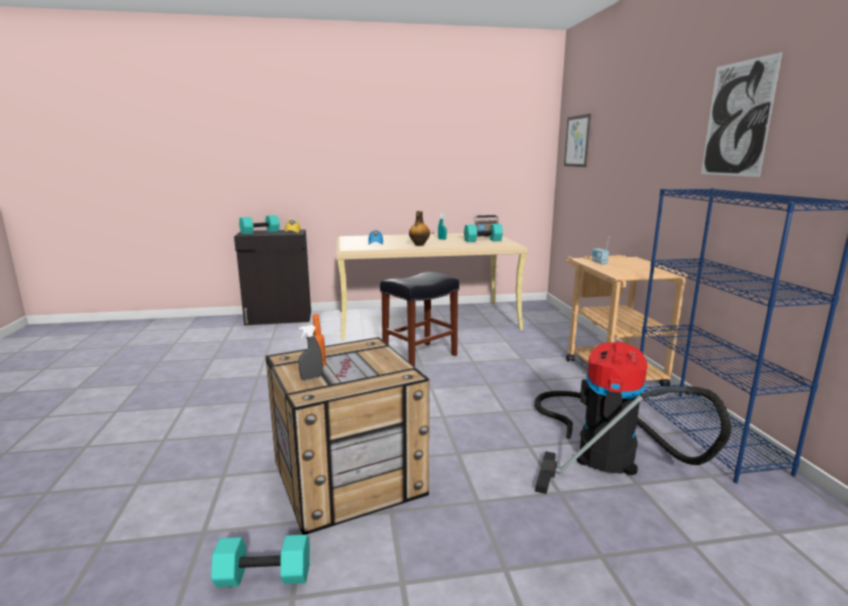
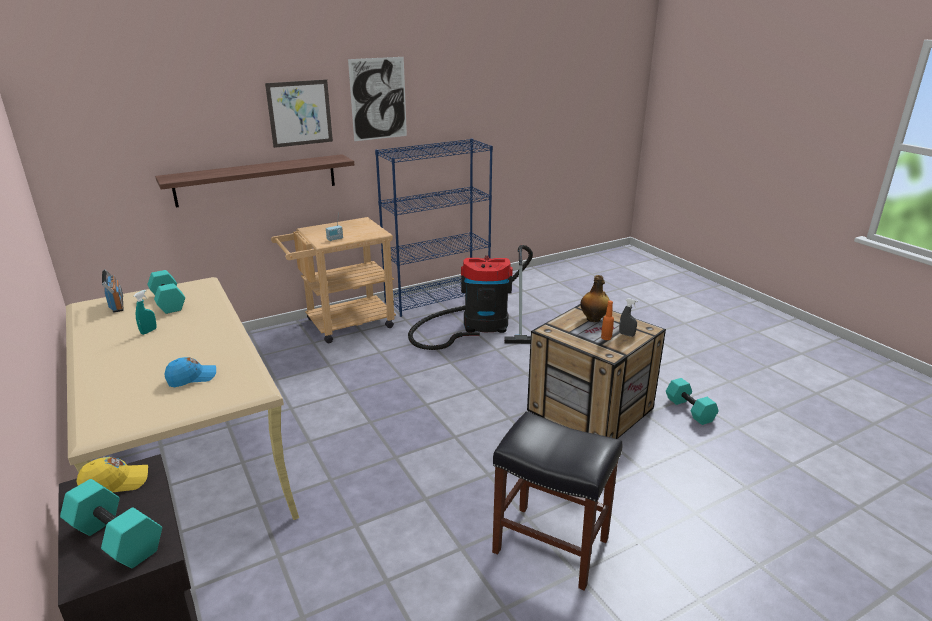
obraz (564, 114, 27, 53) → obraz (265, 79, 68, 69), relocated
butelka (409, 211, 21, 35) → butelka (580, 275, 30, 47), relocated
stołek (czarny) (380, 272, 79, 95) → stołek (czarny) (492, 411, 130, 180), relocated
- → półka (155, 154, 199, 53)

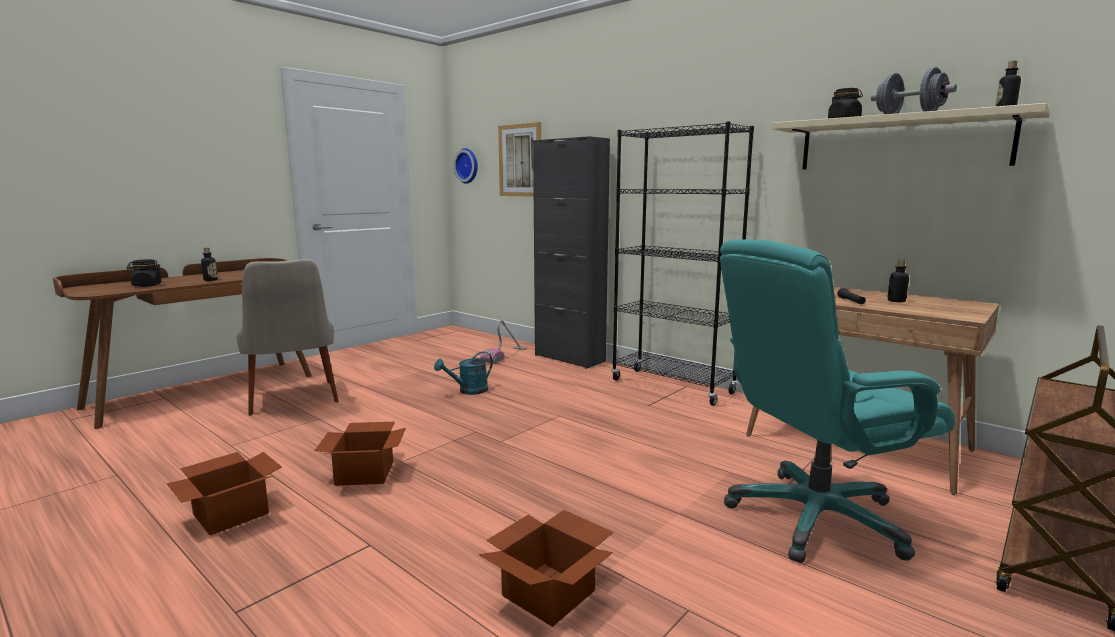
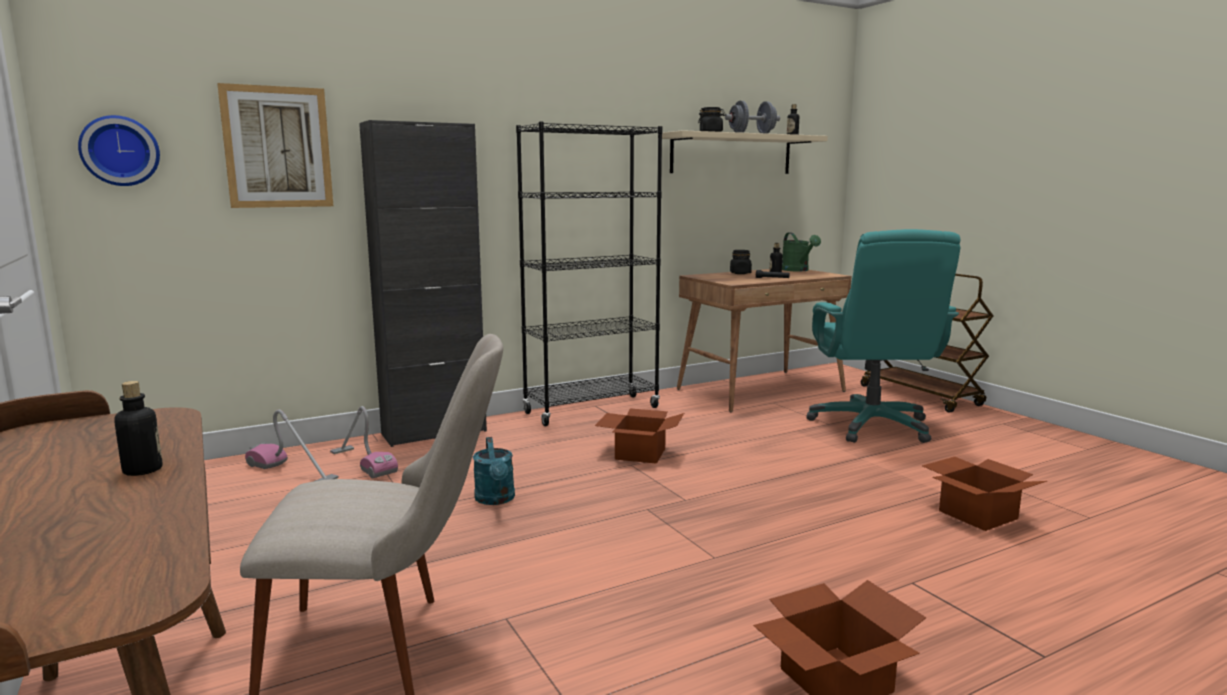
słoik (czarny) (127, 259, 36, 28) → słoik (czarny) (730, 250, 22, 24), relocated
karton (314, 422, 92, 64) → karton (595, 408, 89, 56), relocated
- → konewka (zielony) (782, 232, 39, 39)
- → odkurzacz (245, 410, 93, 71)

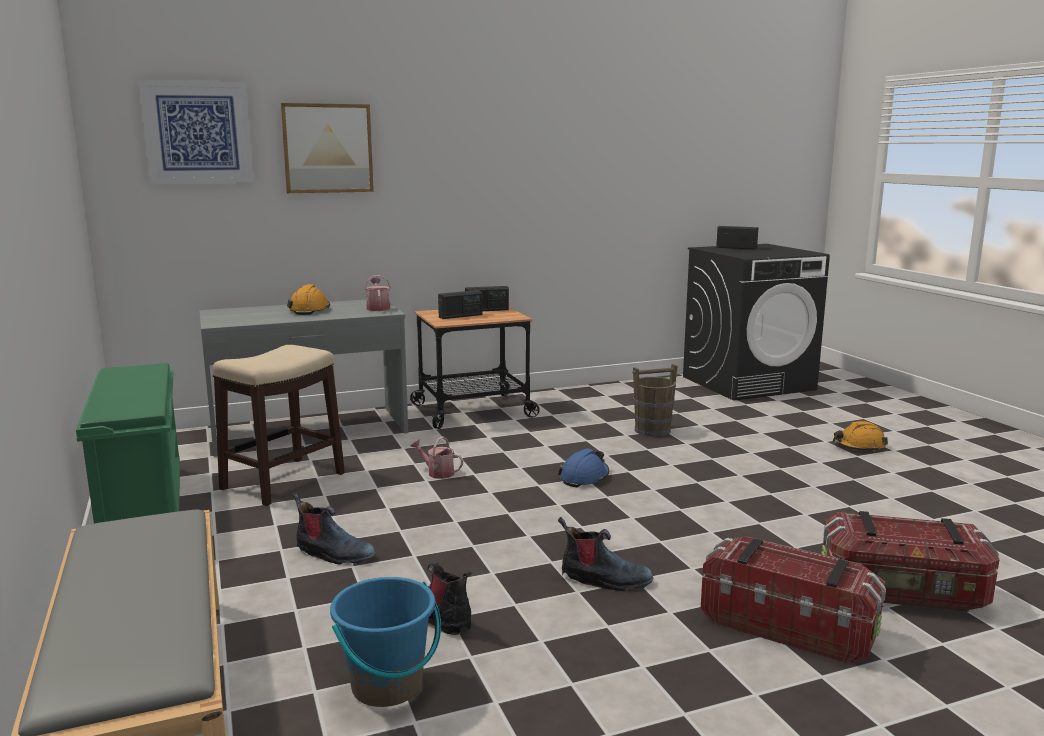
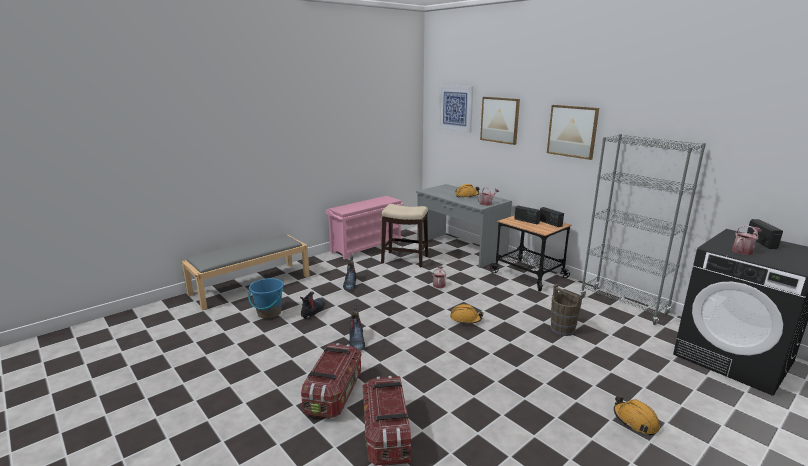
regał na buty (zielony) (76, 363, 105, 161) → regał na buty (różowy) (326, 196, 78, 64)
kask (niebieski) (558, 448, 51, 39) → kask (pomarańczowy) (450, 304, 33, 20)
- → obraz (547, 105, 52, 55)
- → regał (szary) (580, 134, 126, 191)
- → konewka (732, 225, 30, 30)

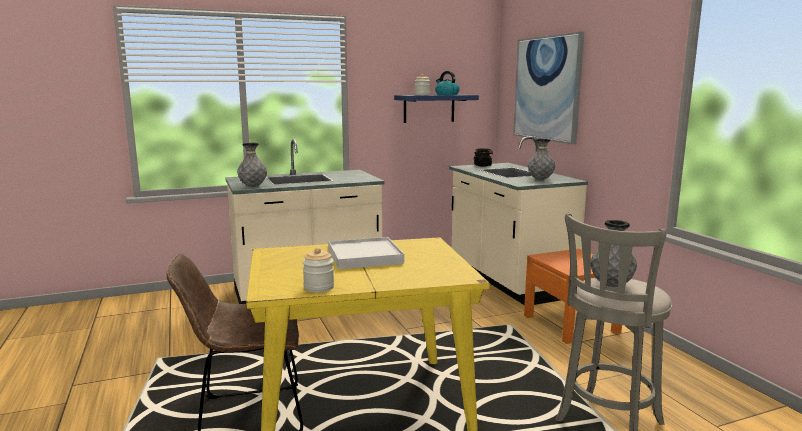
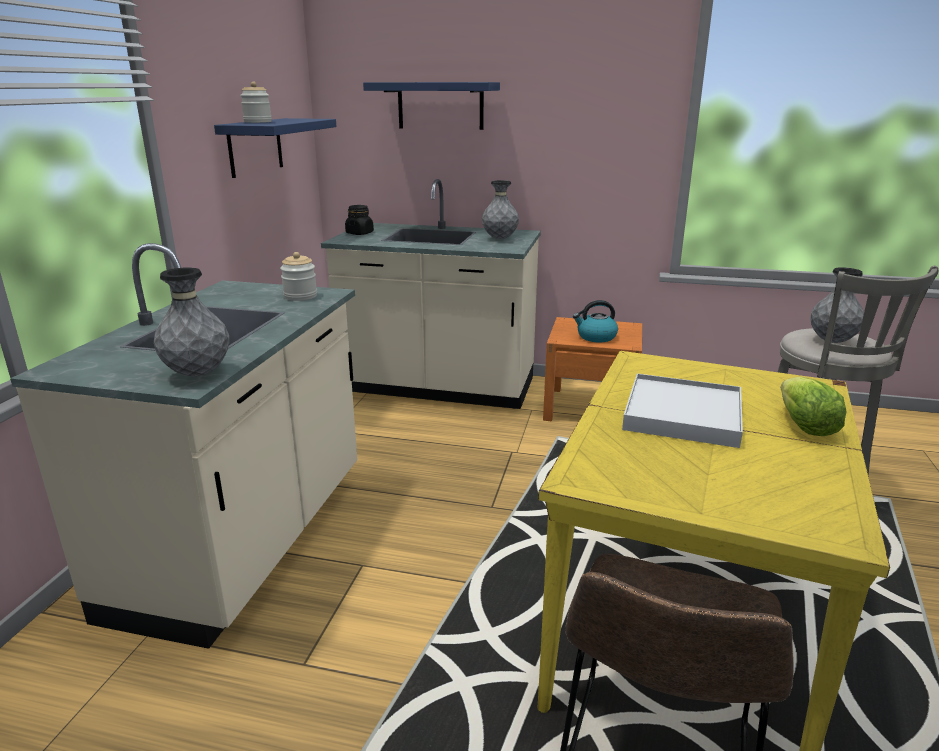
obraz (513, 31, 71, 113) → półka (niebieski) (363, 82, 137, 48)
czajnik (435, 71, 25, 24) → czajnik (573, 300, 45, 42), relocated
słoik (302, 248, 32, 44) → słoik (280, 252, 37, 49), relocated
- → sałata (781, 377, 66, 59)

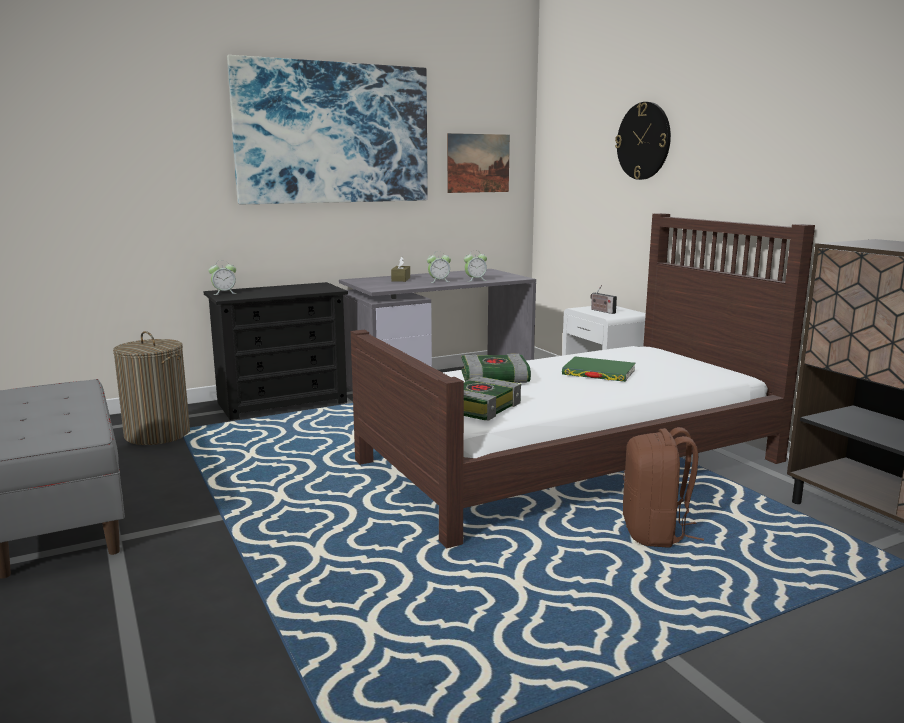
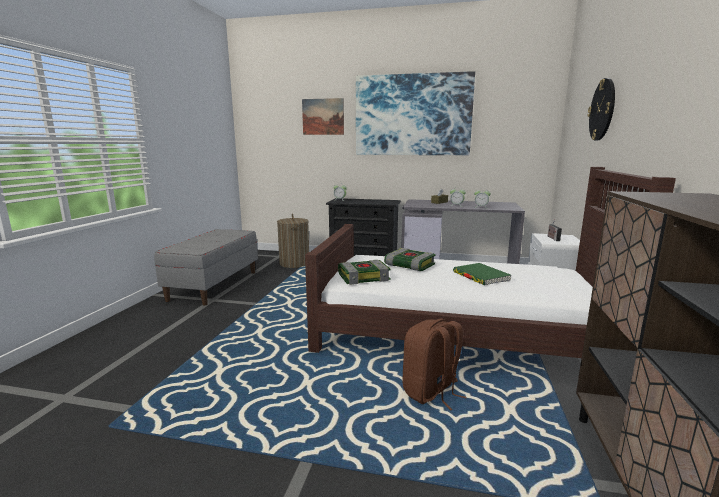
obraz (447, 133, 63, 60) → obraz (302, 98, 42, 37), relocated

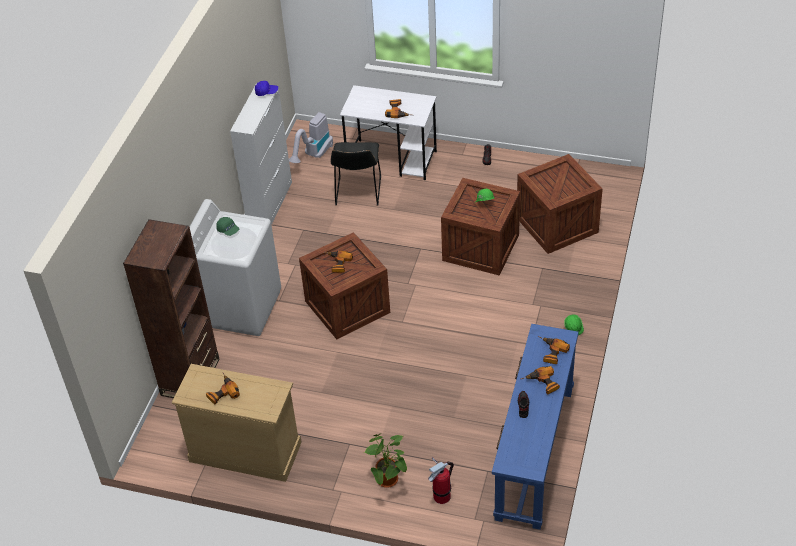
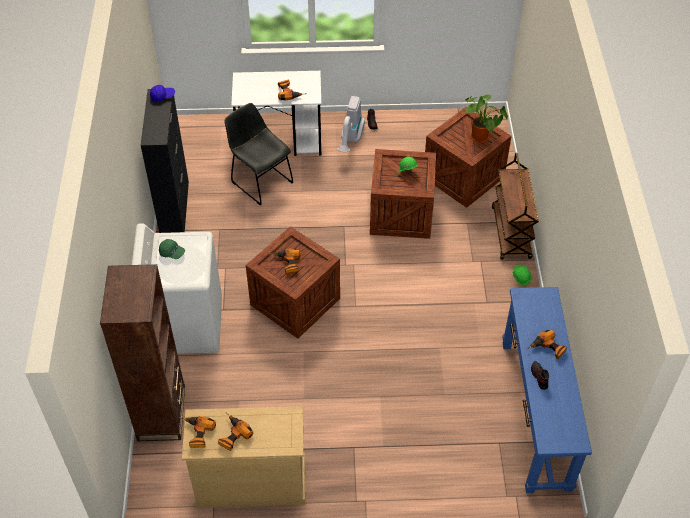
szafka (biały) (230, 85, 62, 140) → szafka (czarny) (141, 89, 48, 144)
odkurzacz (289, 112, 44, 51) → odkurzacz (337, 96, 28, 56), relocated
krzesło (czarny) (331, 142, 50, 63) → krzesło (czarny) (224, 103, 69, 102), 150 degrees clockwise
wiertarka (538, 336, 32, 28) → wiertarka (179, 416, 37, 32), relocated
roślina doniczkowa (364, 433, 43, 55) → roślina doniczkowa (465, 95, 43, 48), relocated
gaśnica (428, 457, 26, 47) → -
- → wózek (brązowy) (492, 153, 47, 107)

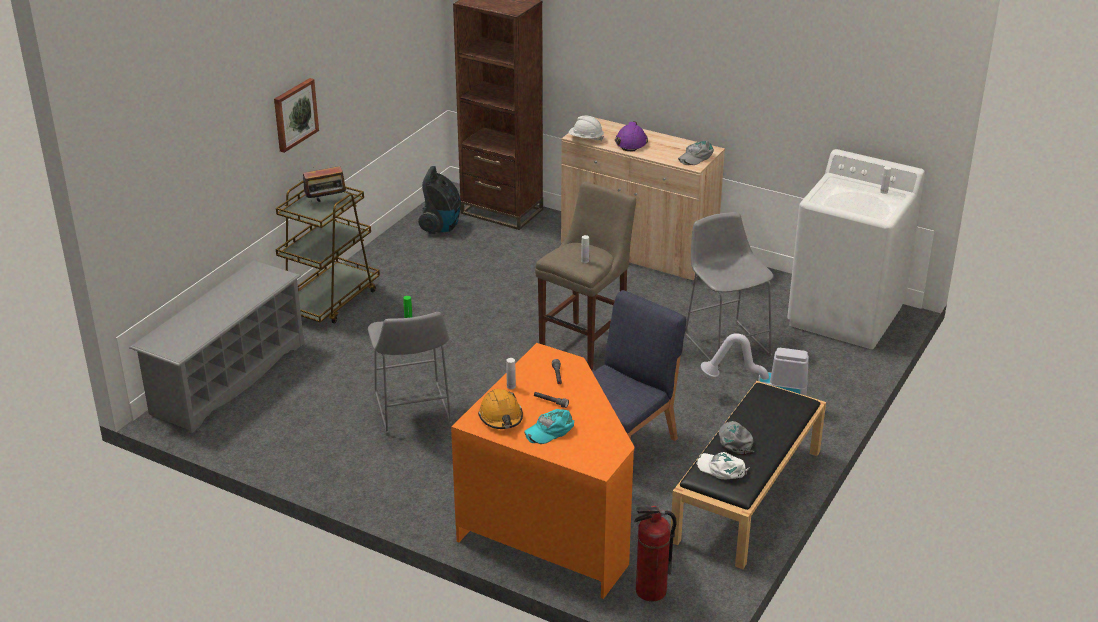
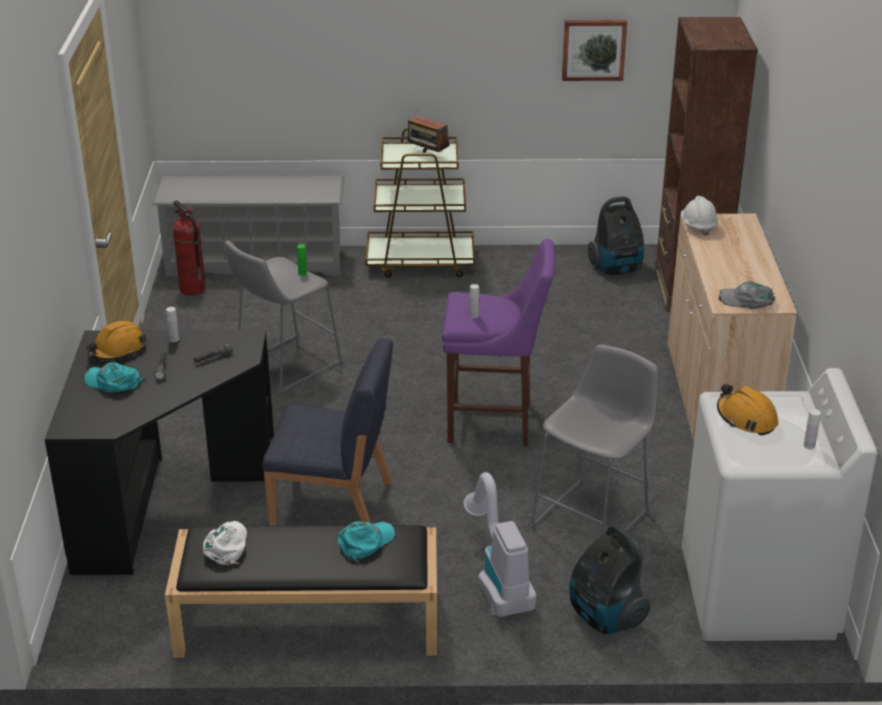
obraz (274, 78, 45, 75) → obraz (562, 20, 65, 61), relocated
kask (fioletowy) (615, 121, 33, 30) → -
stołek (beżowy) (535, 182, 101, 188) → stołek (fioletowy) (442, 239, 113, 207)
biurko (pomarańczowy) (451, 343, 183, 256) → biurko (czarny) (45, 330, 229, 245)
czapka z daszkiem (szary) (718, 421, 36, 34) → -
gaśnica (634, 506, 42, 95) → gaśnica (173, 200, 33, 96), relocated
- → kask (pomarańczowy) (717, 384, 61, 52)
- → czapka z daszkiem (turkusowy) (338, 521, 57, 42)
- → odkurzacz (569, 524, 82, 110)

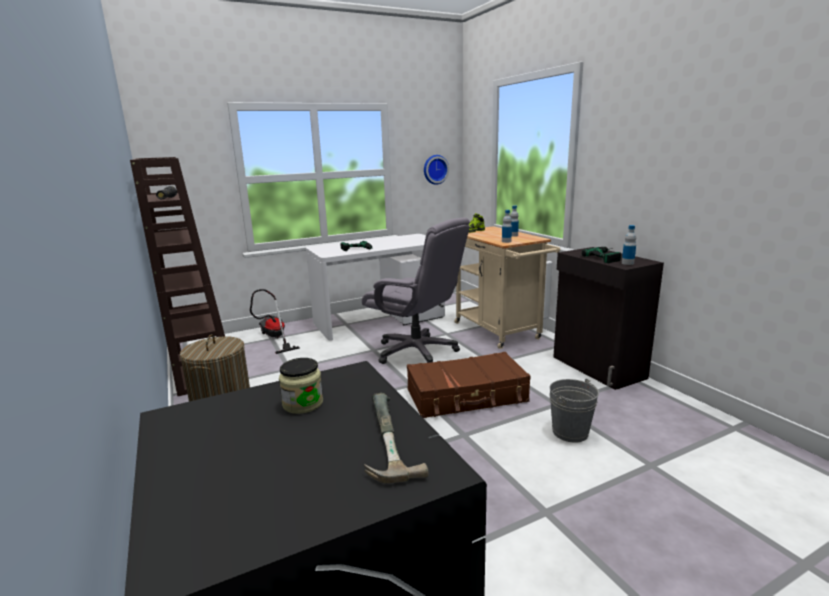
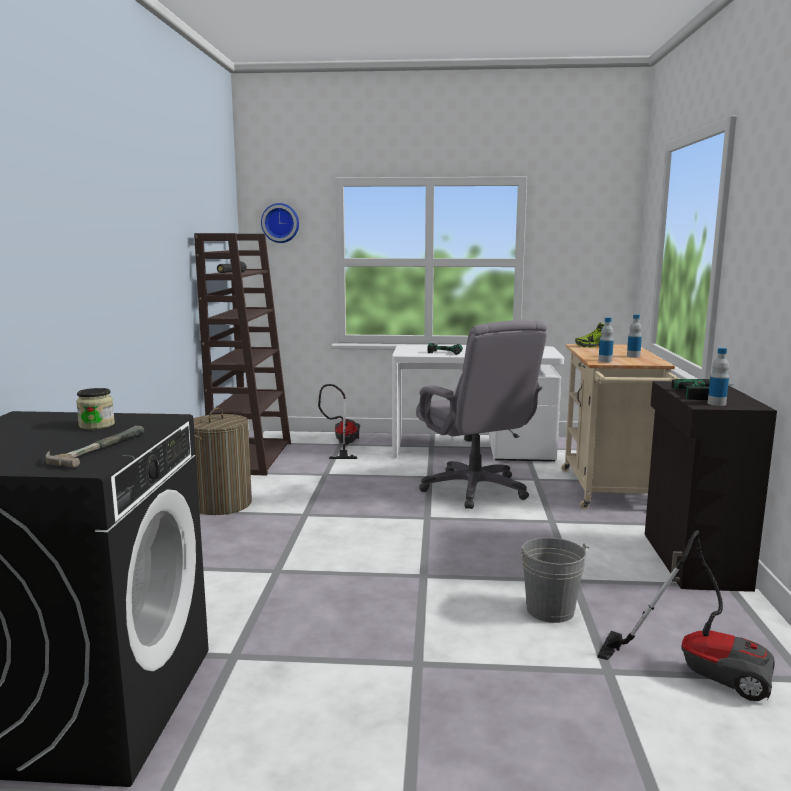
zegar ścienny (424, 155, 25, 30) → zegar ścienny (261, 203, 38, 40), relocated
walizka (brązowy) (407, 352, 124, 66) → -
- → odkurzacz (597, 530, 178, 171)

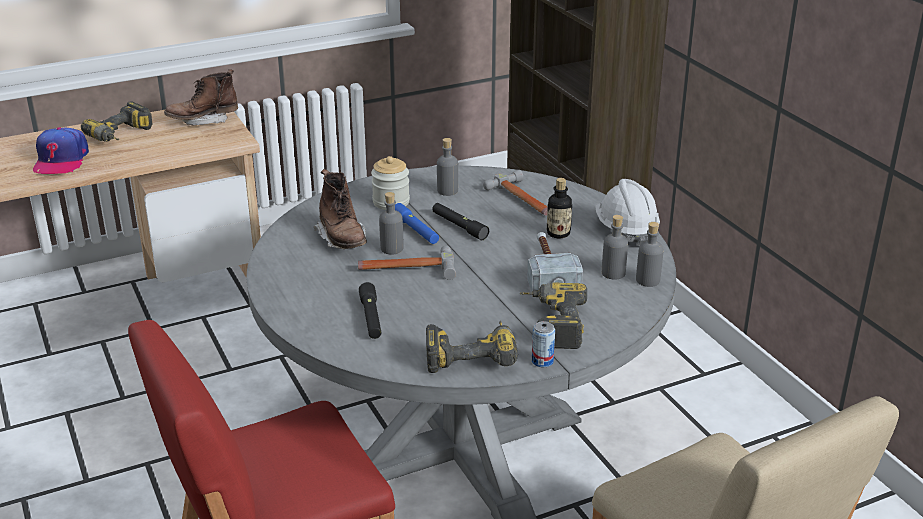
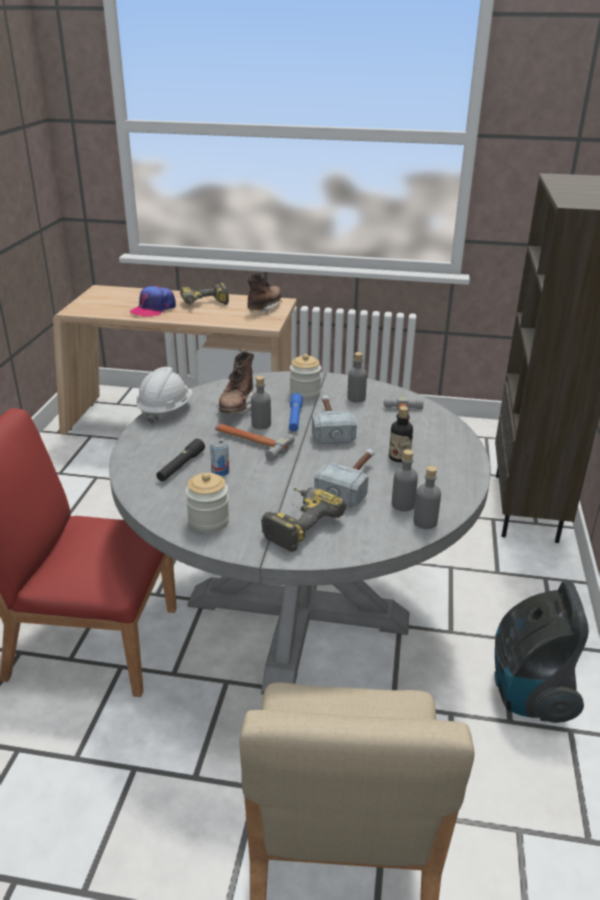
but z cholewką (brązowy) (164, 69, 74, 57) → but z cholewką (brązowy) (247, 273, 35, 41), 105 degrees clockwise
kask (biały) (595, 179, 65, 67) → kask (biały) (136, 367, 57, 57), relocated
latarka (czarny) (432, 203, 57, 37) → młotek (312, 395, 45, 49)
wiertarka (426, 321, 92, 52) → słoik (185, 473, 44, 59)
puszka (532, 321, 23, 46) → puszka (210, 439, 19, 37), relocated
- → odkurzacz (494, 581, 95, 142)

